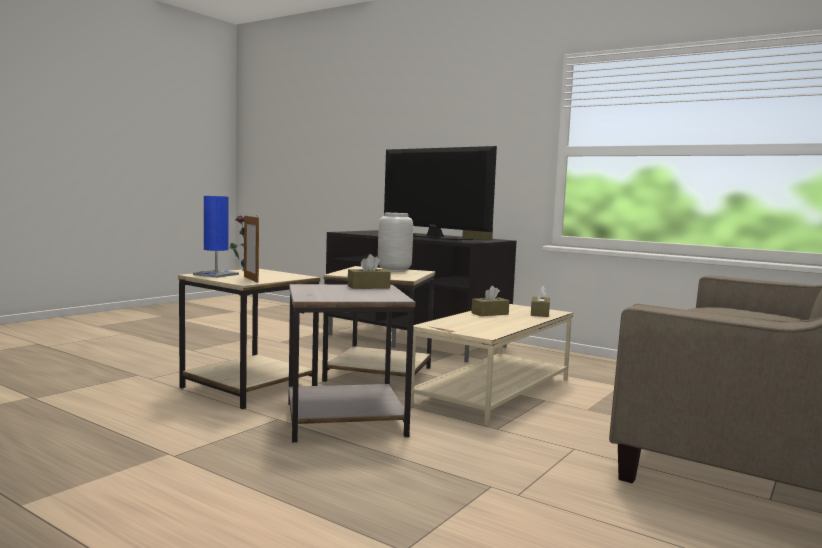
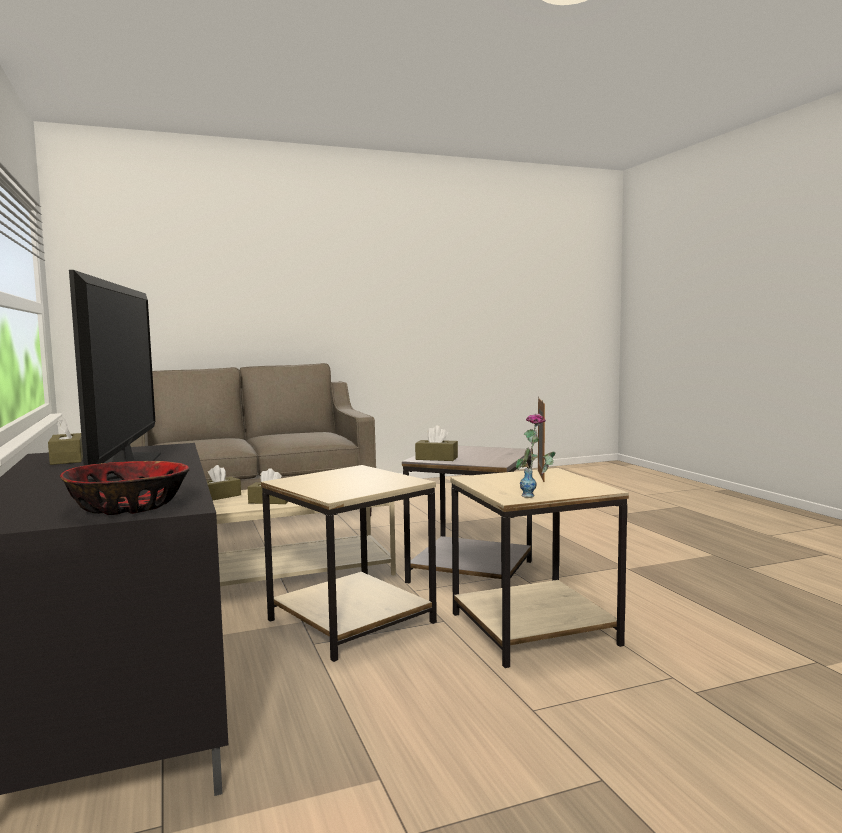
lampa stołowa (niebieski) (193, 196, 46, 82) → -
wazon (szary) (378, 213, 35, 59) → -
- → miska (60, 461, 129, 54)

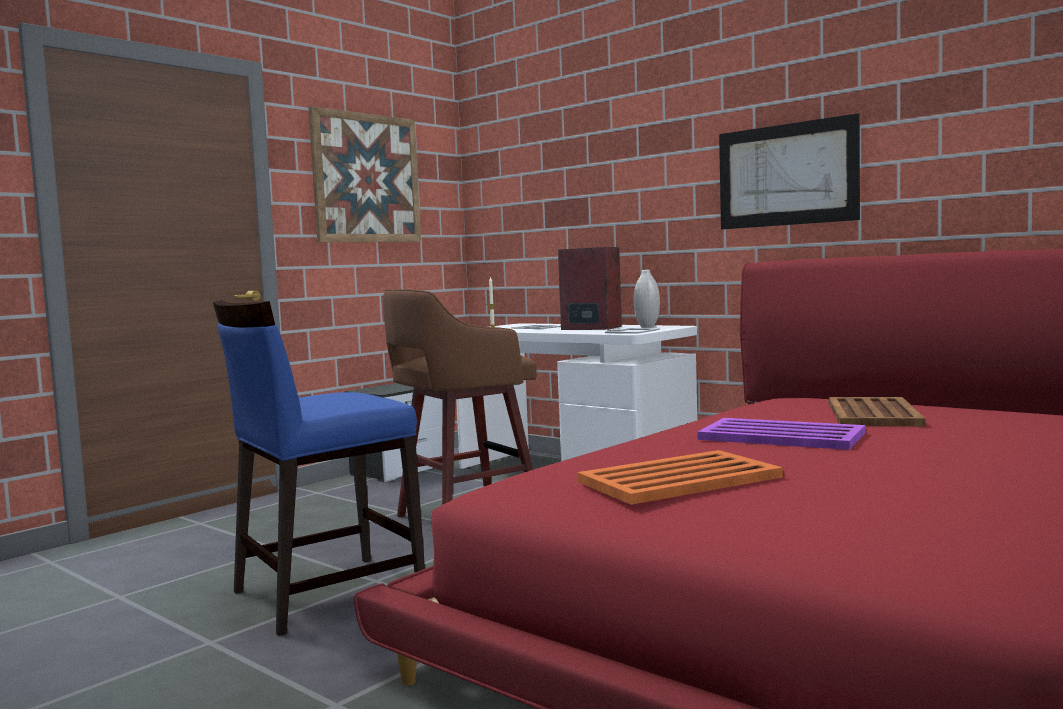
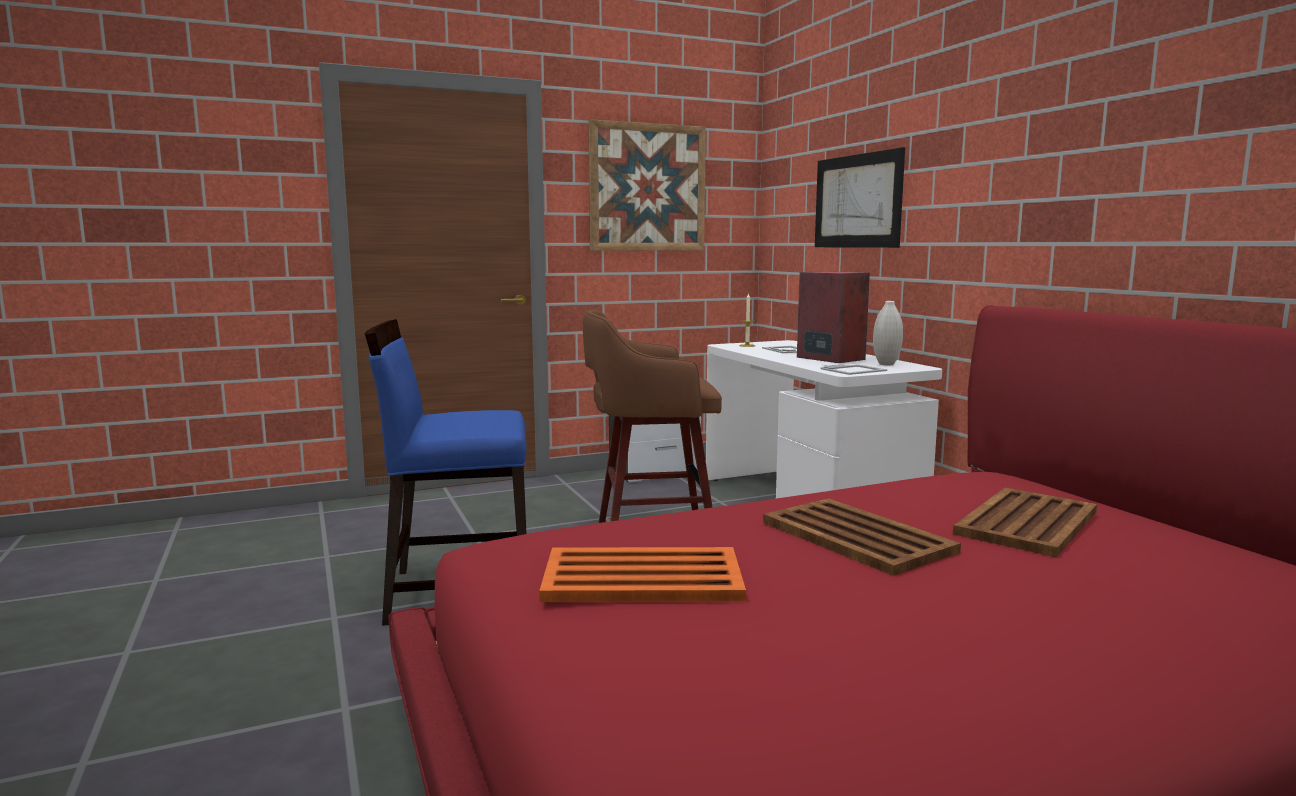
obraz (719, 113, 141, 116) → obraz (815, 147, 90, 101), relocated
taca (fioletowy) (697, 418, 168, 32) → taca (brązowy) (763, 498, 198, 78)

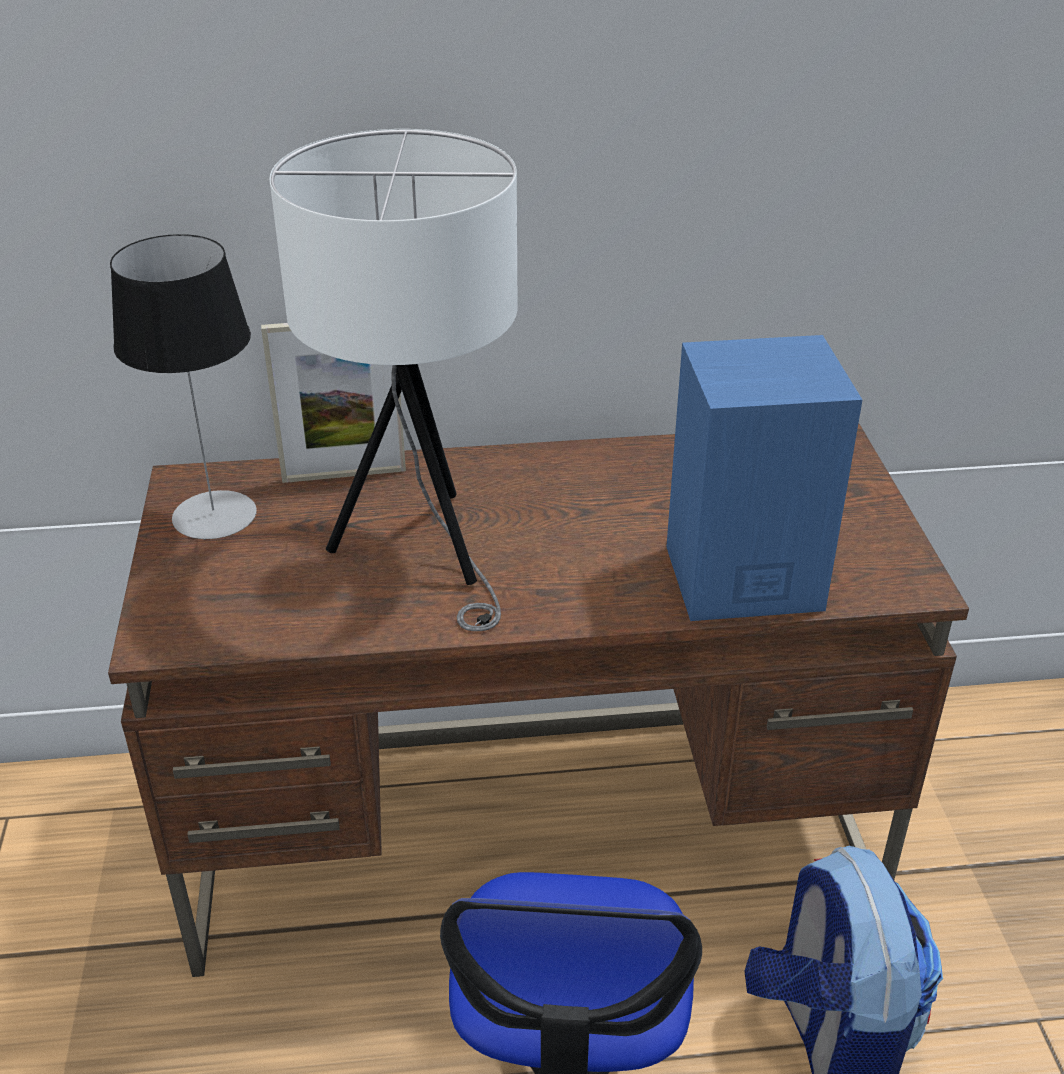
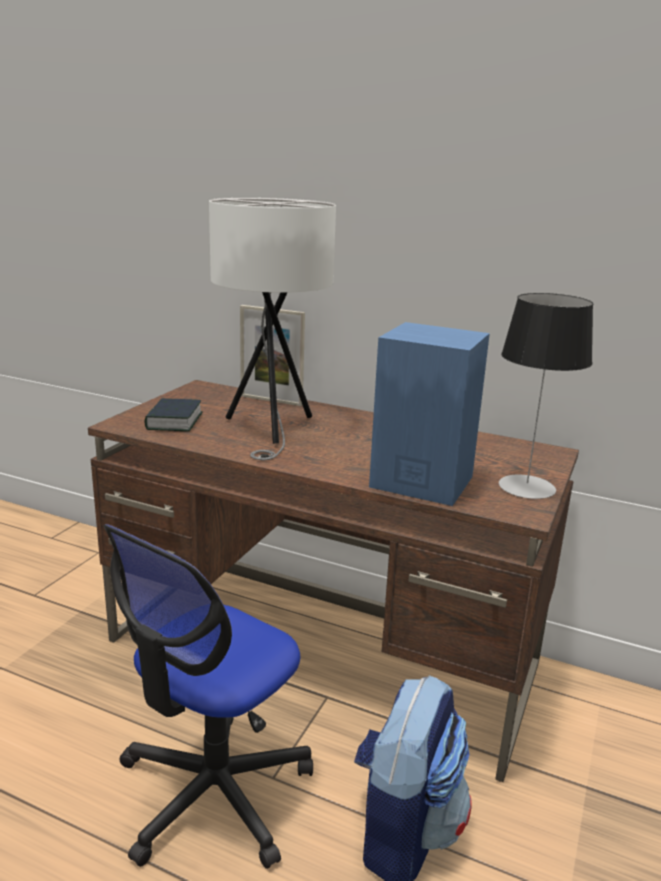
lampa stołowa (110, 234, 147, 306) → lampa stołowa (499, 293, 94, 206), relocated
- → książka (145, 398, 58, 33)

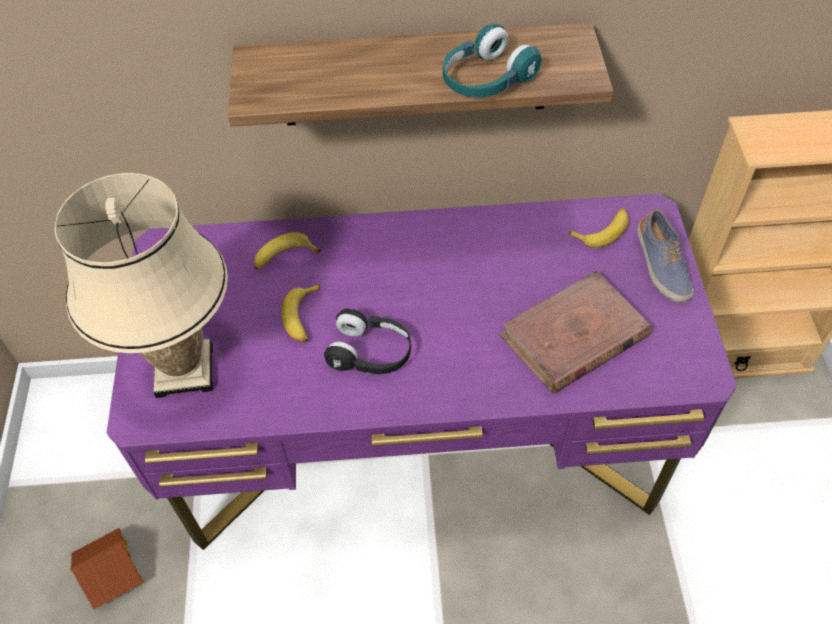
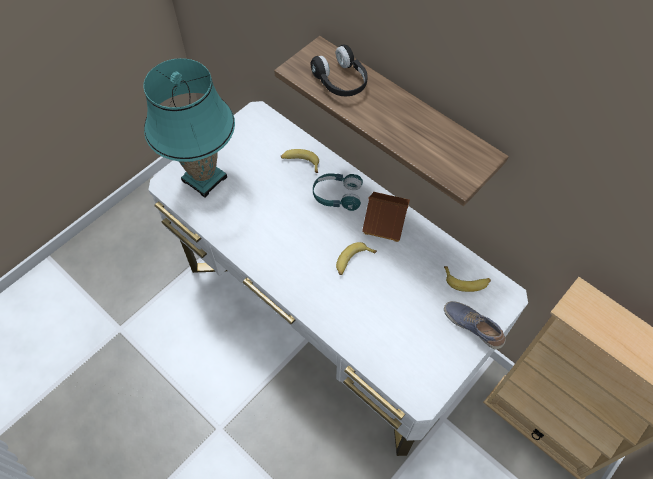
słuchawki (turkusowy) (443, 24, 99, 73) → słuchawki (turkusowy) (313, 173, 50, 38), relocated
lampa stołowa (beżowy) (55, 173, 173, 225) → lampa stołowa (turkusowy) (143, 58, 92, 140)
biurko (fioletowy) (107, 194, 630, 356) → biurko (biały) (148, 101, 380, 355)
but (637, 209, 56, 94) → but (444, 301, 62, 48), 105 degrees clockwise
książka (brązowy) (499, 271, 153, 123) → -
banan (281, 284, 39, 59) → banan (336, 242, 41, 33), relocated
słuchawki (czarny) (324, 308, 87, 66) → słuchawki (czarny) (311, 44, 57, 52), relocated
domek (70, 528, 74, 81) → domek (362, 192, 48, 50), relocated

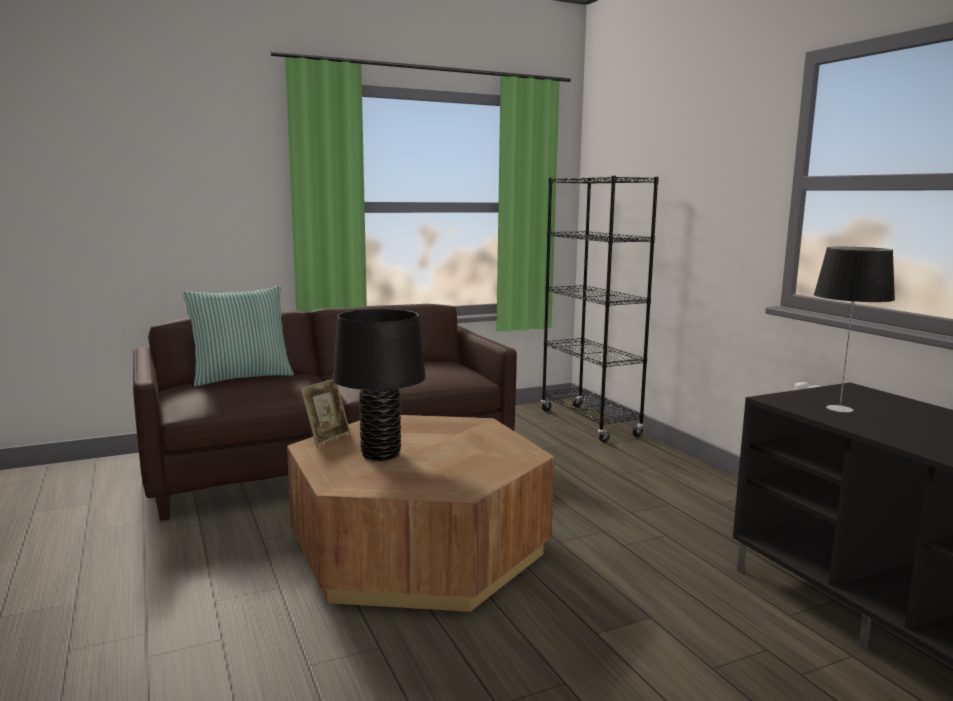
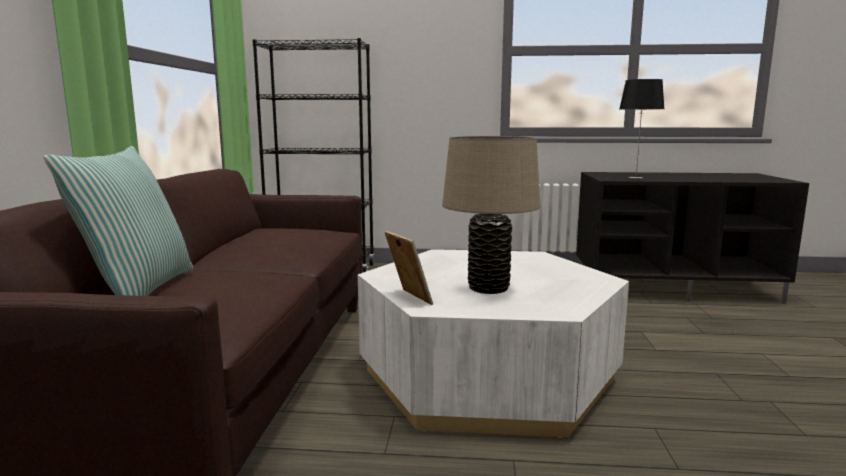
lampa stołowa (czarny) (333, 309, 92, 152) → lampa stołowa (beżowy) (442, 136, 99, 158)
ława (brązowy) (287, 415, 267, 197) → ława (biały) (358, 249, 271, 189)

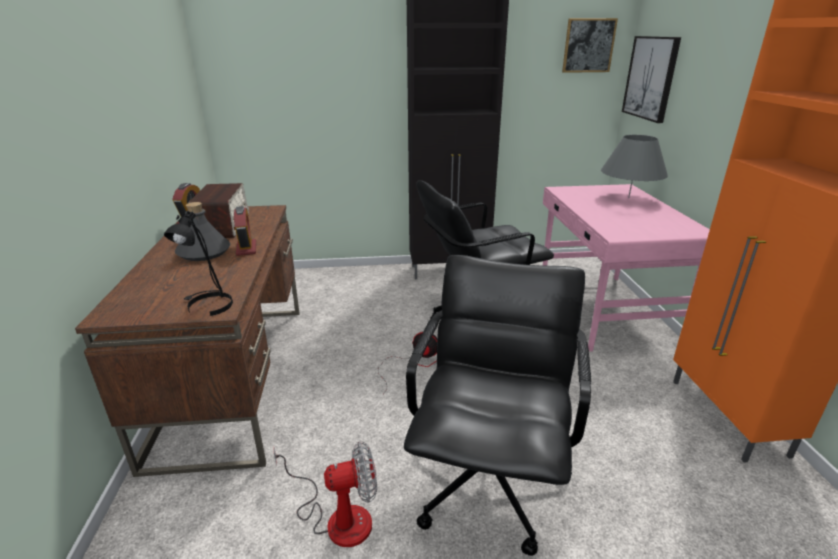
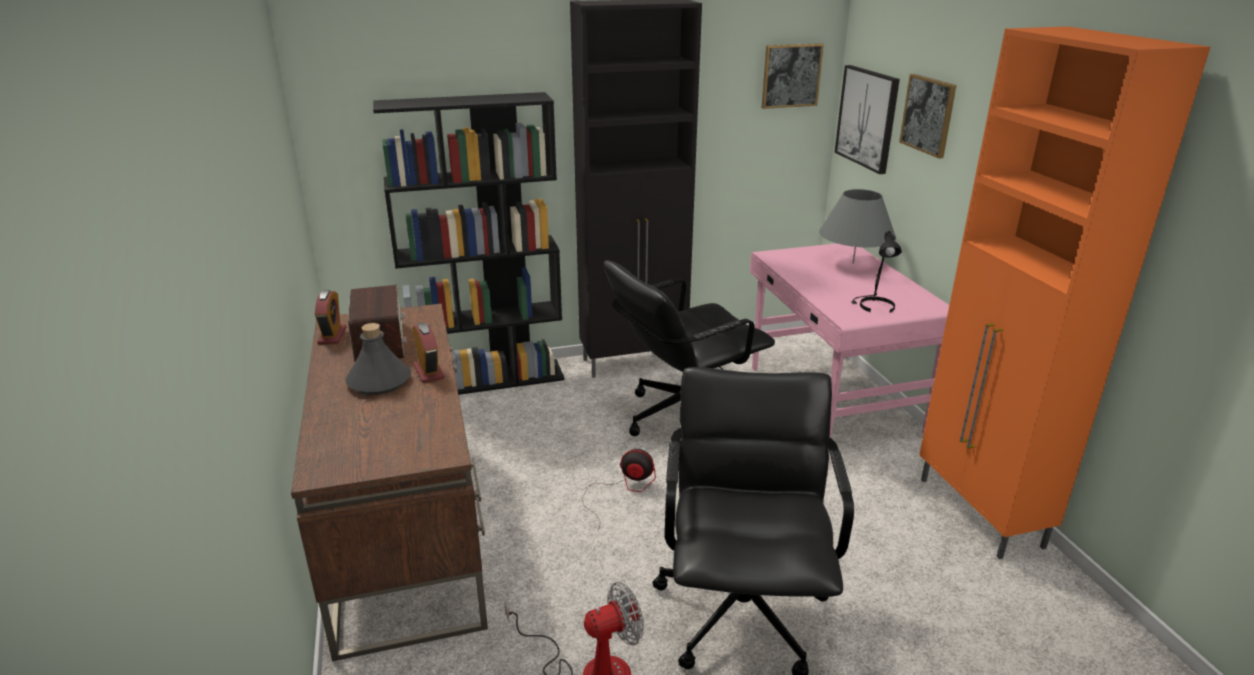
lampa stołowa (czarny) (164, 211, 69, 105) → lampa stołowa (czarny) (851, 231, 51, 82), relocated
- → obraz (899, 74, 58, 85)
- → regał (czarny) (373, 92, 192, 303)

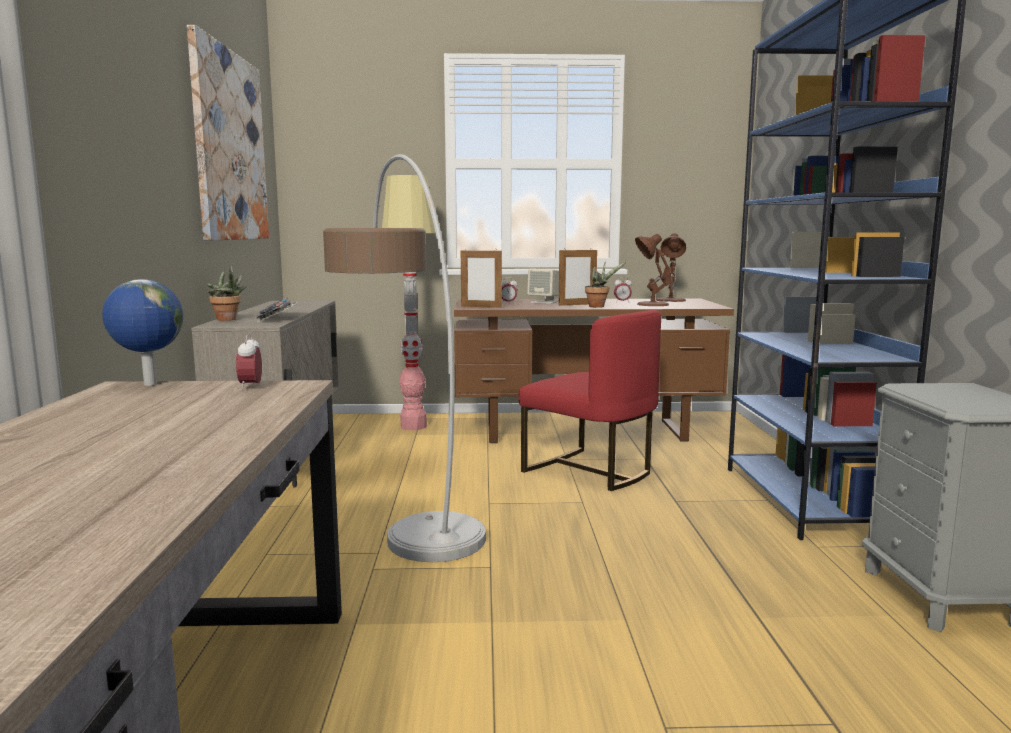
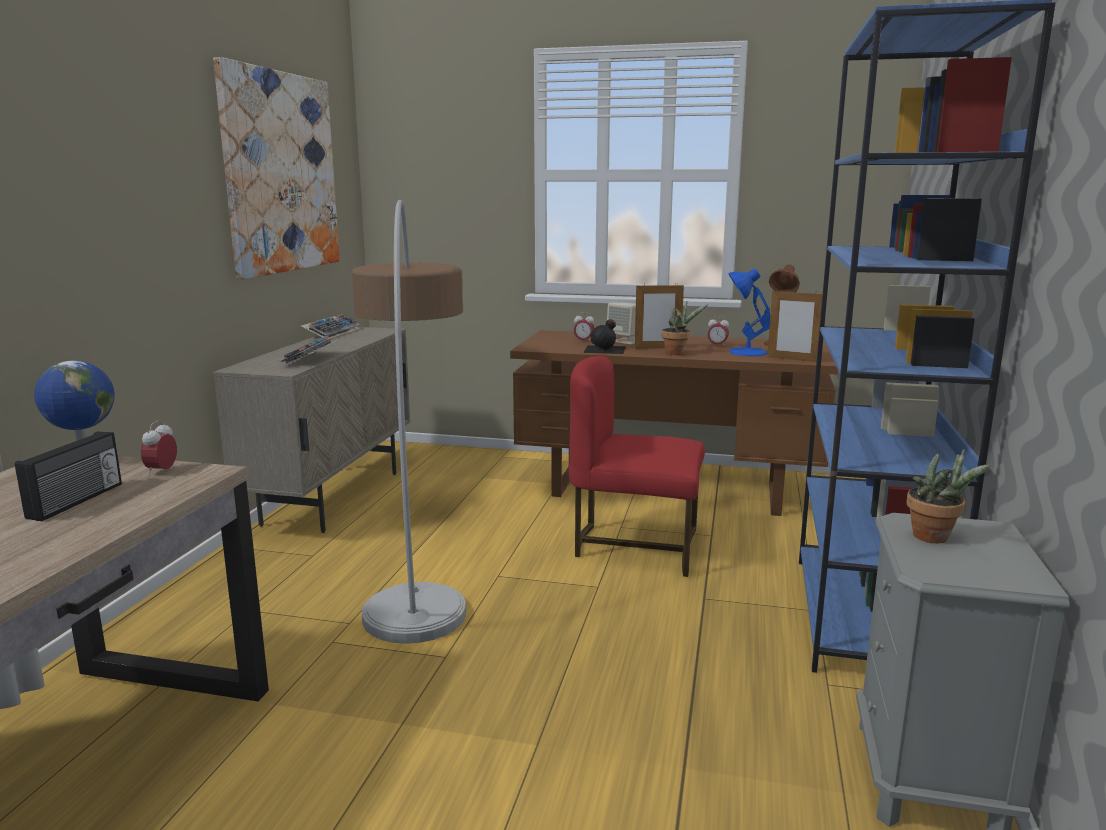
lampa stojąca (382, 175, 54, 255) → -
lampa stołowa (brązowy) (635, 234, 36, 72) → lampa stołowa (niebieski) (728, 269, 42, 87)
ramka na zdjęcie (461, 249, 41, 59) → ramka na zdjęcie (767, 290, 55, 72), relocated
roślina doniczkowa (207, 266, 40, 55) → roślina doniczkowa (906, 448, 84, 95), relocated
krzesło (czerwony) (518, 310, 143, 181) → krzesło (czerwony) (569, 356, 136, 221), 135 degrees clockwise
- → klawiatura (301, 314, 59, 25)
- → butelka (czarny) (584, 319, 42, 35)
- → radio (15, 431, 107, 90)

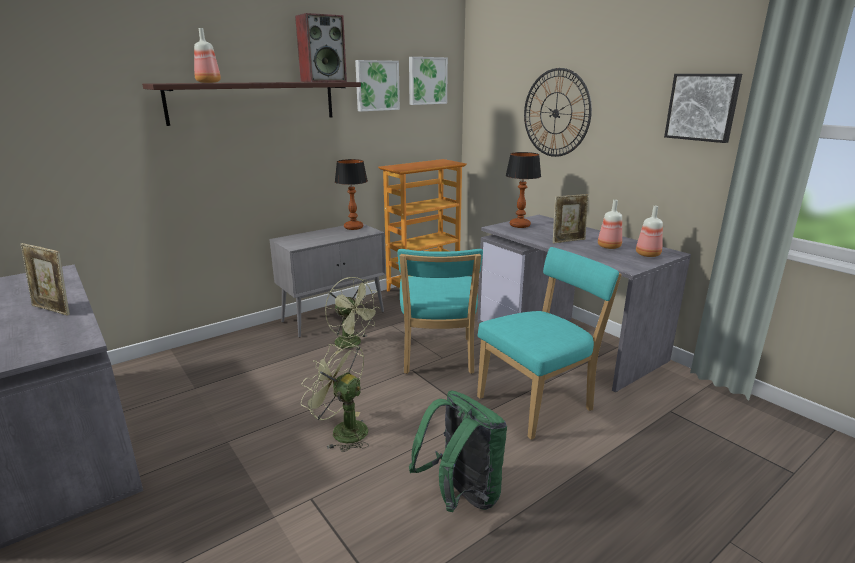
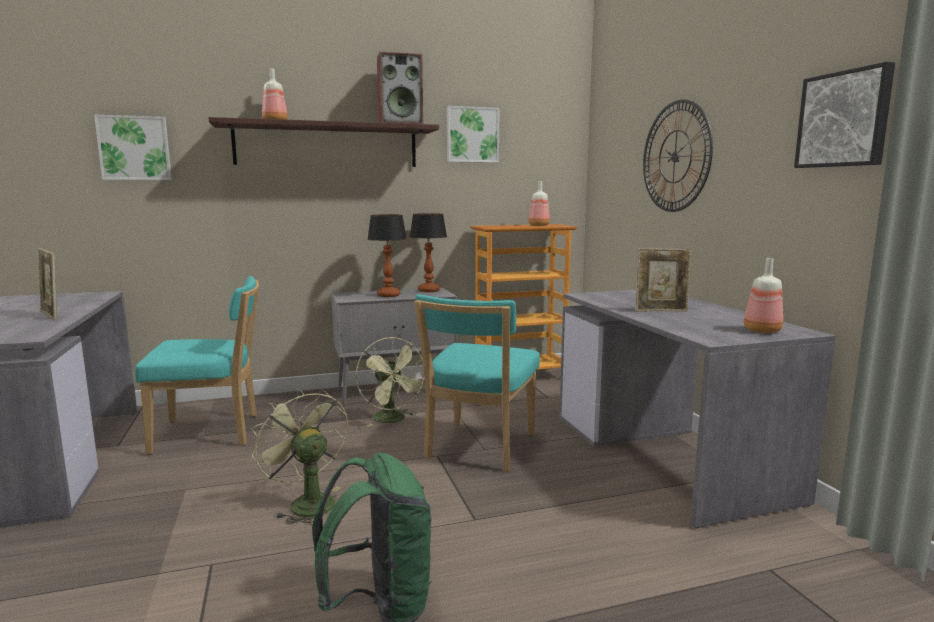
obraz (409, 57, 39, 48) → obraz (94, 115, 78, 65), relocated
lampa stołowa (506, 152, 35, 76) → lampa stołowa (367, 214, 40, 83), relocated
butelka (598, 200, 24, 49) → butelka (528, 181, 22, 45), relocated
krzesło (turkusowy) (477, 247, 145, 193) → krzesło (turkusowy) (135, 276, 124, 179), relocated

